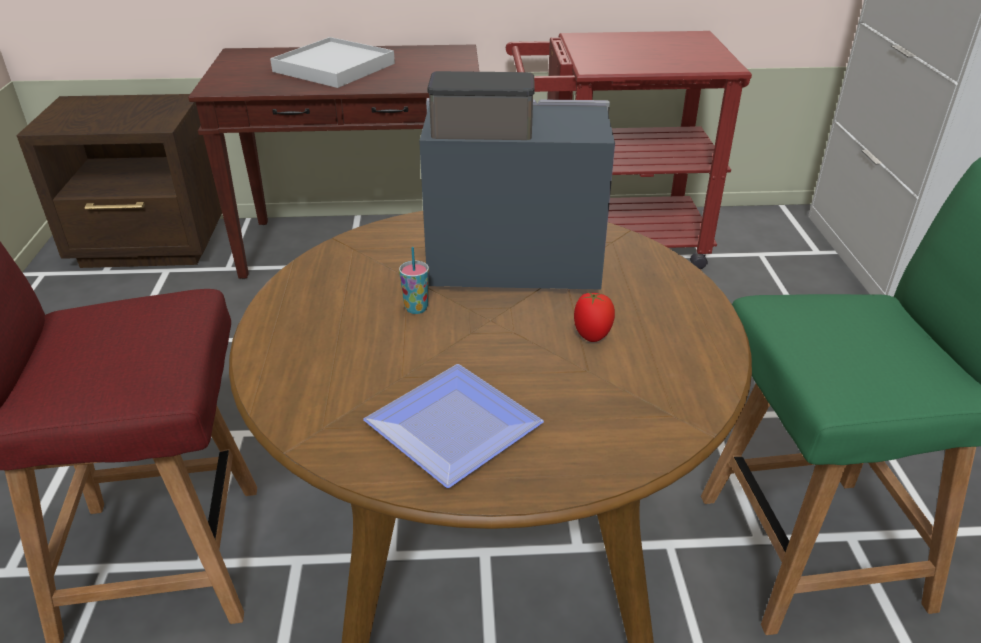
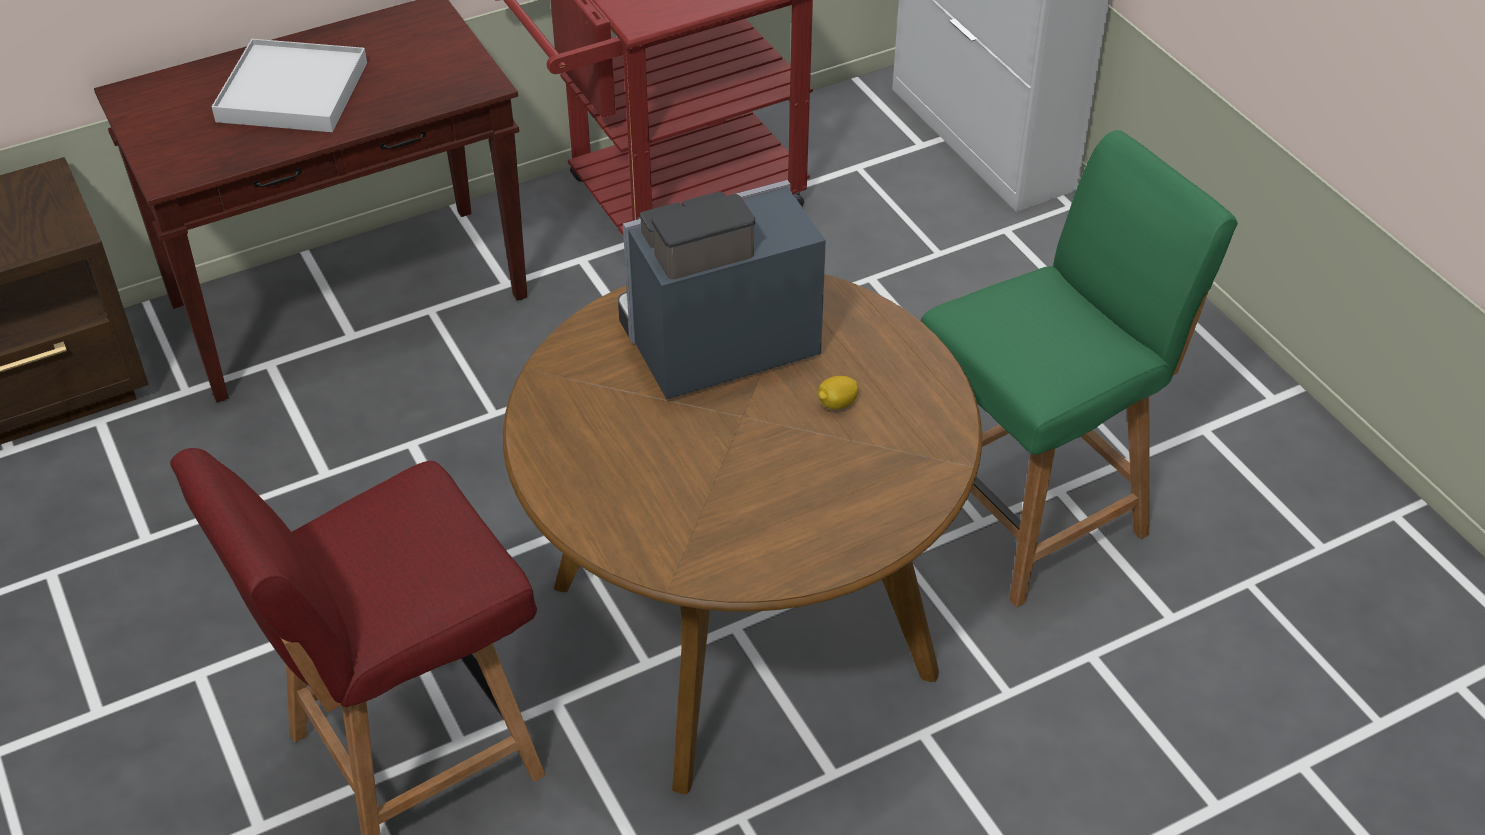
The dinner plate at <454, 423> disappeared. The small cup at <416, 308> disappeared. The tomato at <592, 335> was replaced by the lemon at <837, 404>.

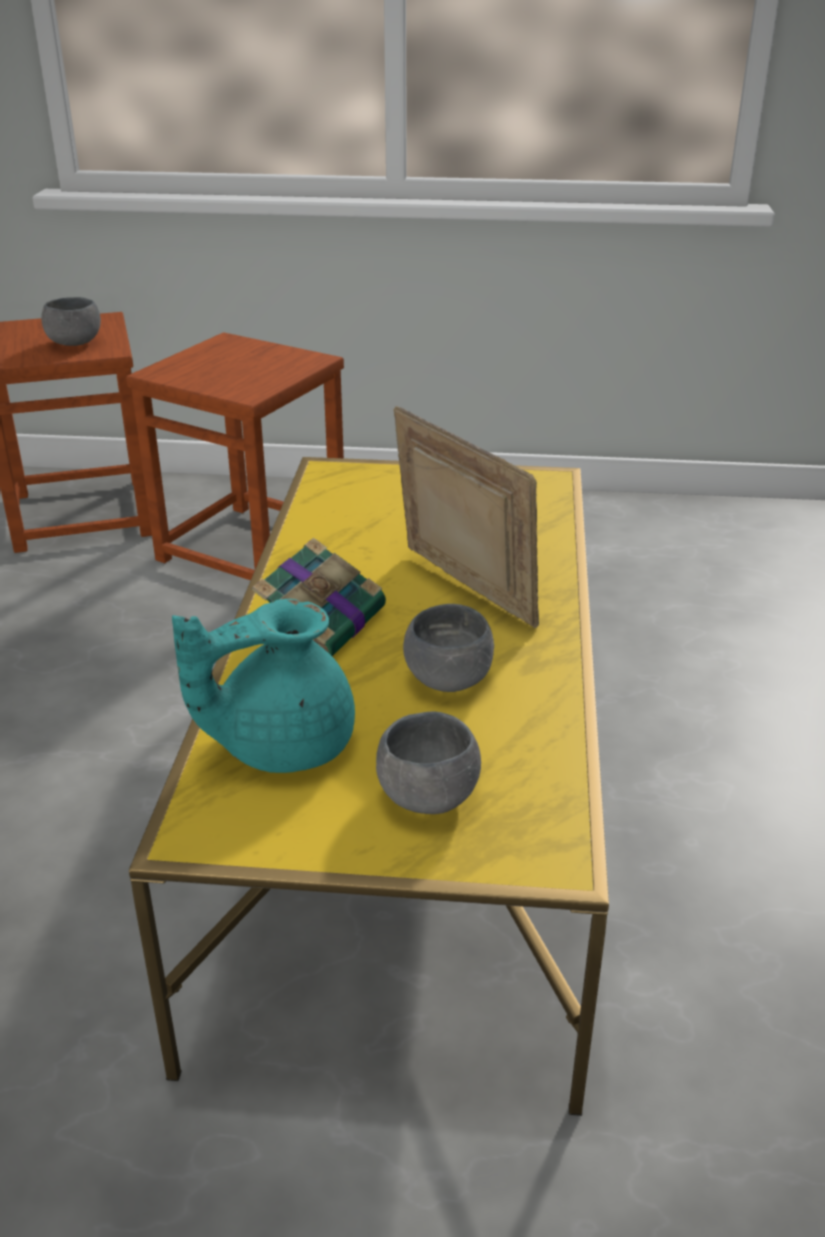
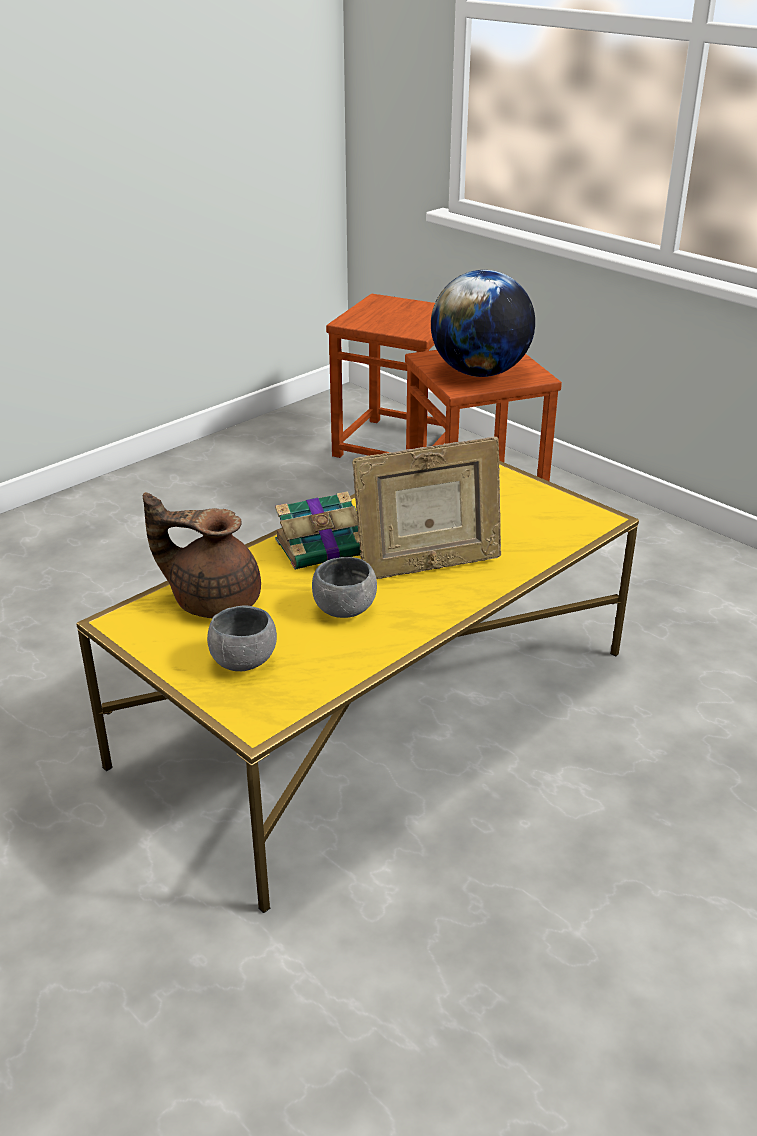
The grey bowl at <75, 343> disappeared. The desk globe at <480, 373> appeared. The turquoise teapot at <279, 744> became the brown teapot at <213, 600>. The photo frame at <463, 593> turned 75 degrees clockwise.

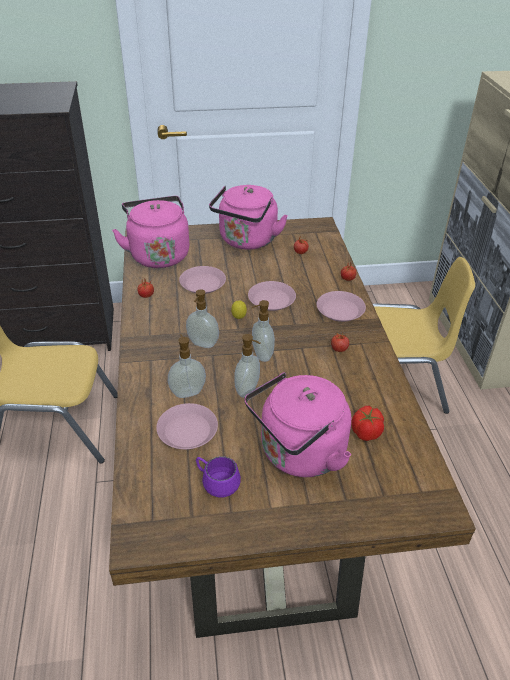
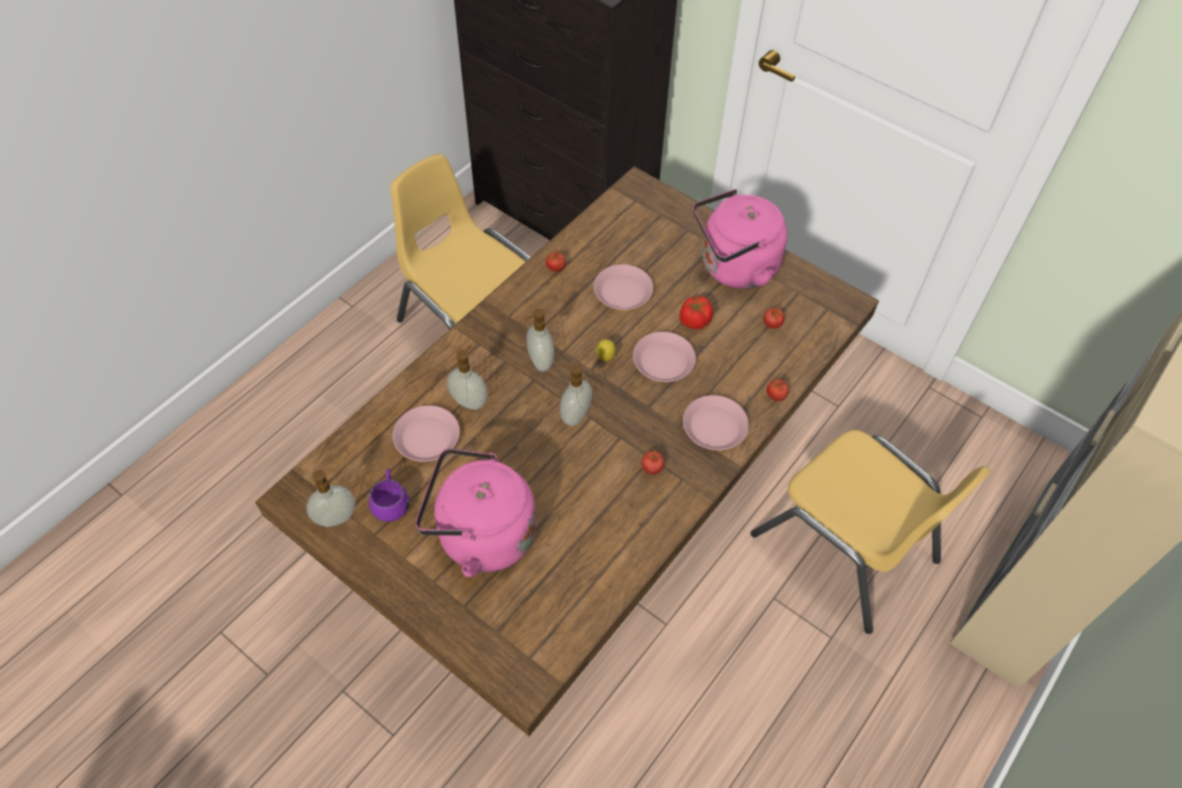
The pink-coloured tea kettle at <158, 254> disappeared. The liquid soap bottle moved from <248, 390> to <336, 519>. The tomato moved from <366, 432> to <694, 321>.

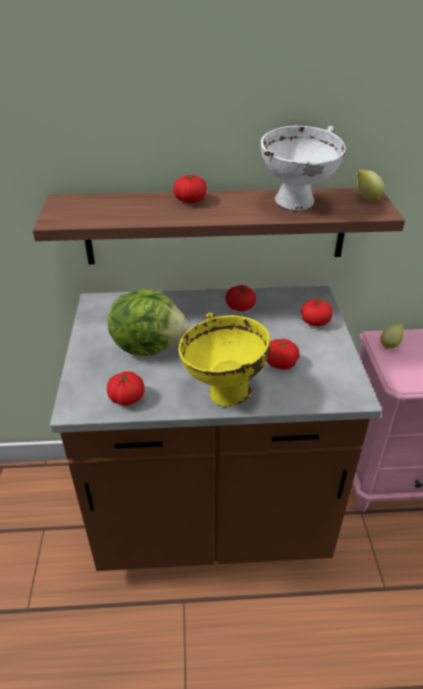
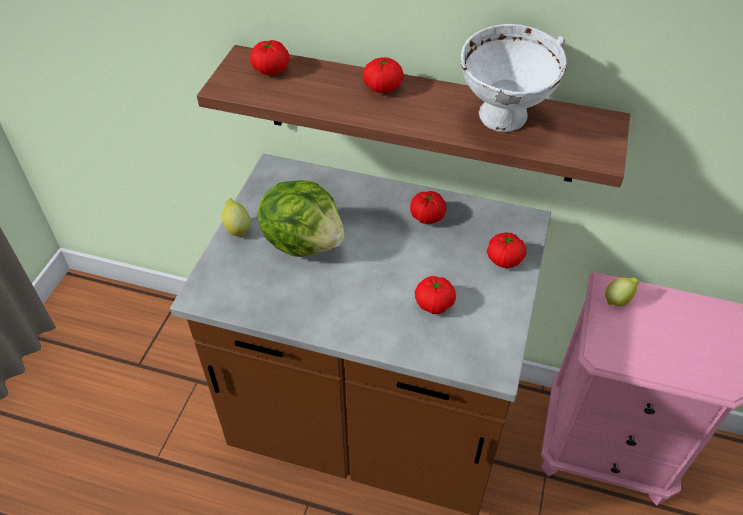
The yellow bowl at <224, 394> disappeared. The tomato moved from <127, 398> to <271, 69>. The lemon moved from <366, 198> to <237, 228>.

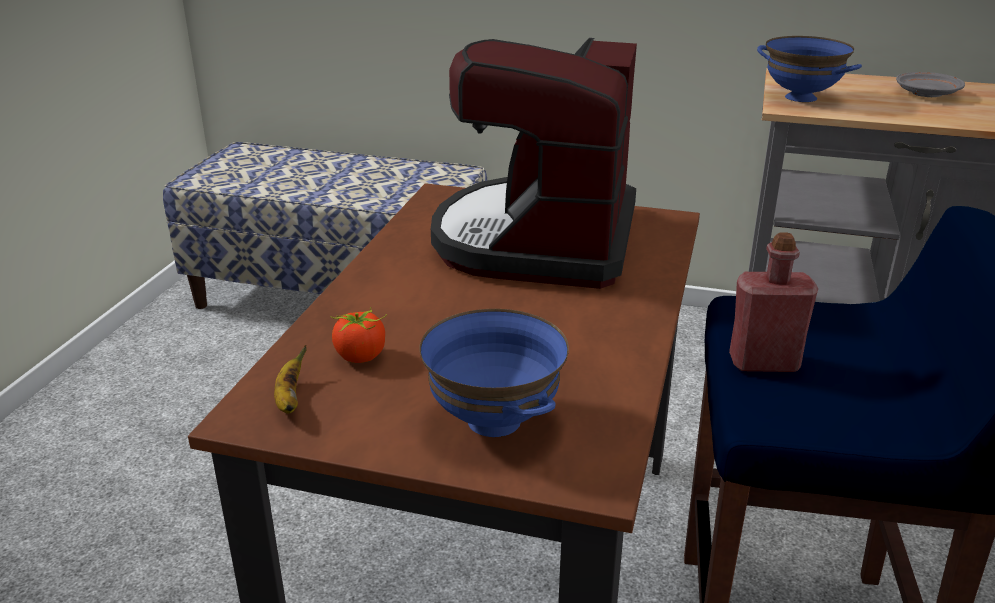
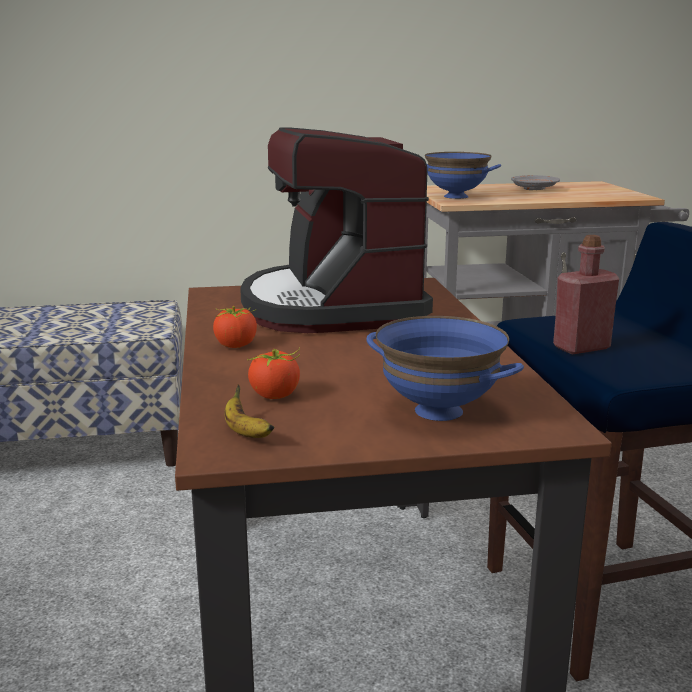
The tomato at <236, 345> appeared.

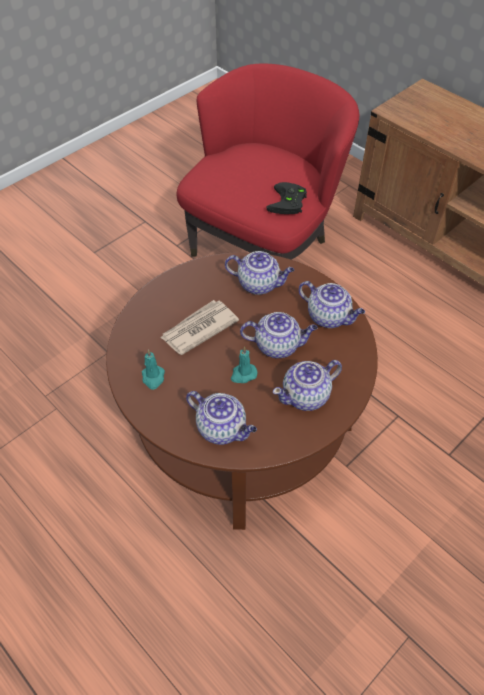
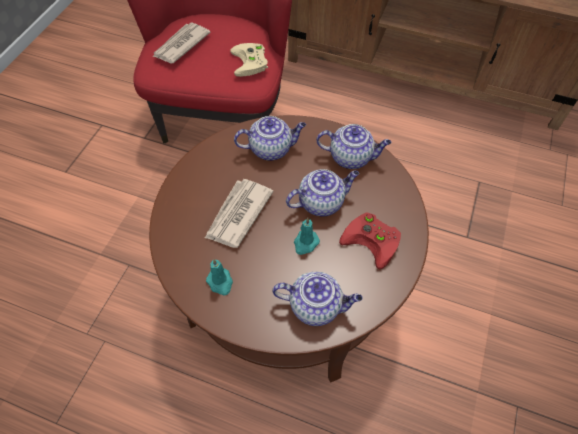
The printed paper at <180, 45> appeared. The teapot at <306, 396> was replaced by the reddish joypad at <374, 240>. The black-coloured joypad at <288, 203> became the beige-coloured joypad at <251, 62>.

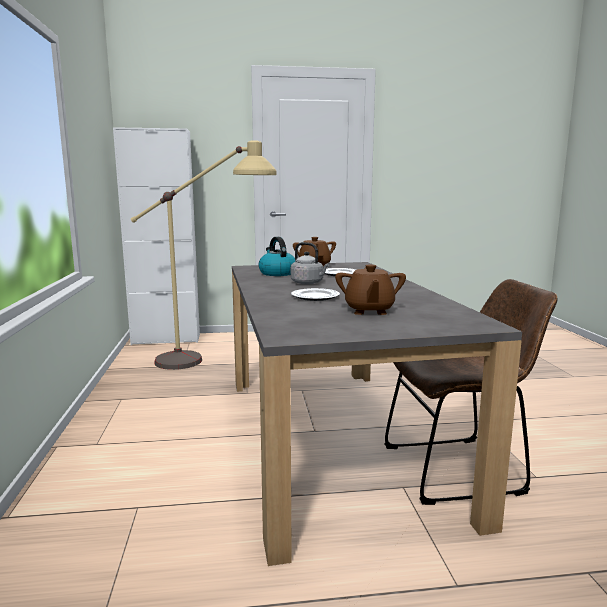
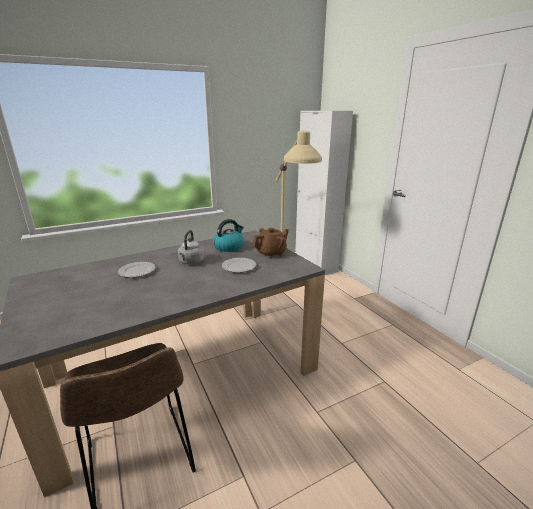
The brown teapot at <369, 311> disappeared.

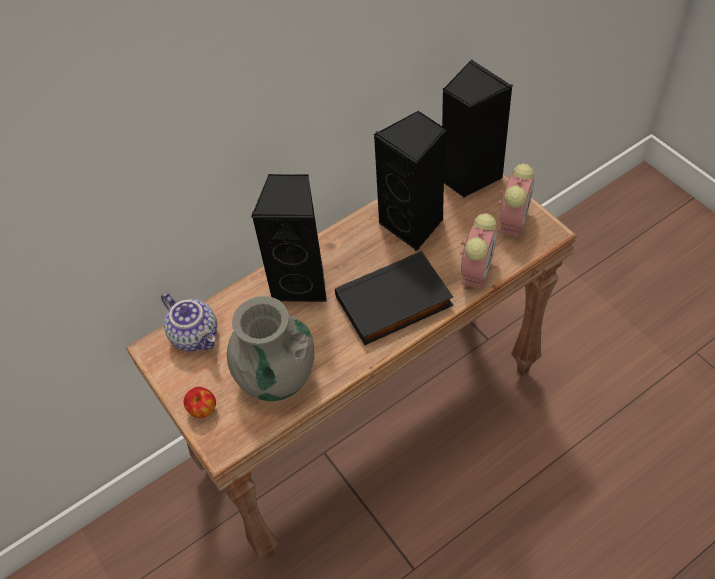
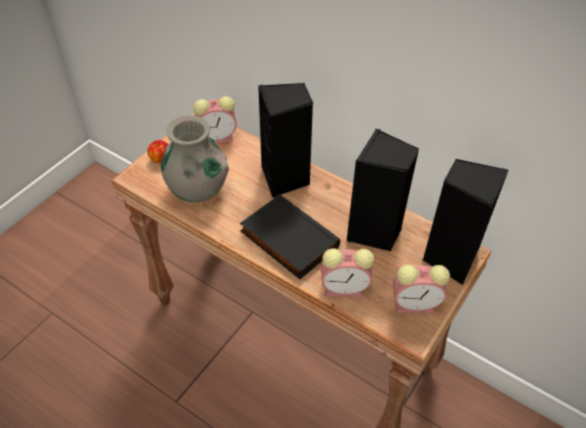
The teapot at <196, 335> was replaced by the bedside clock at <218, 137>.

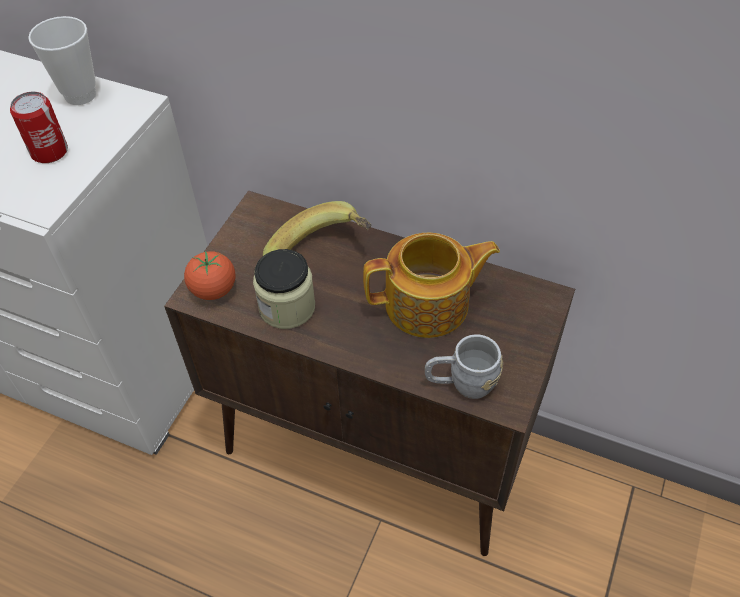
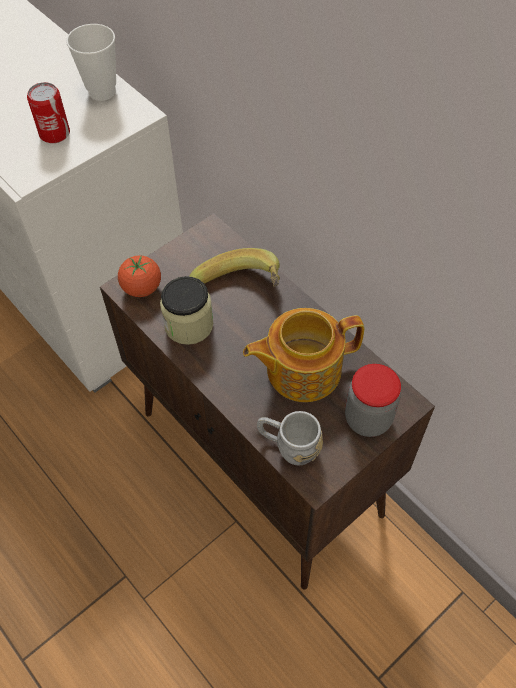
The storage jar at <368, 419> appeared. The teapot at <429, 305> turned 150 degrees clockwise.

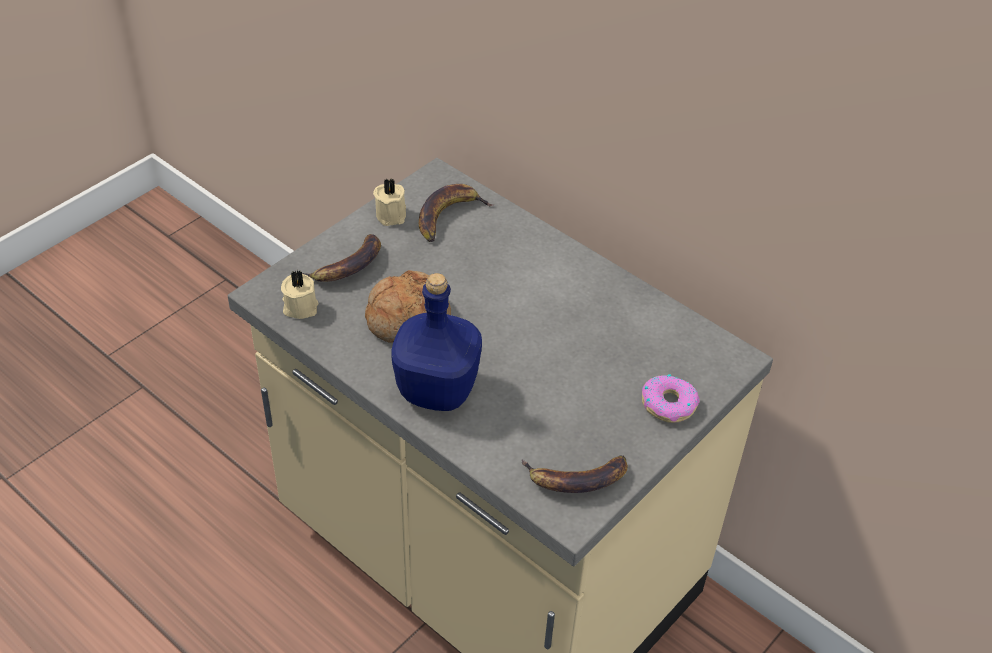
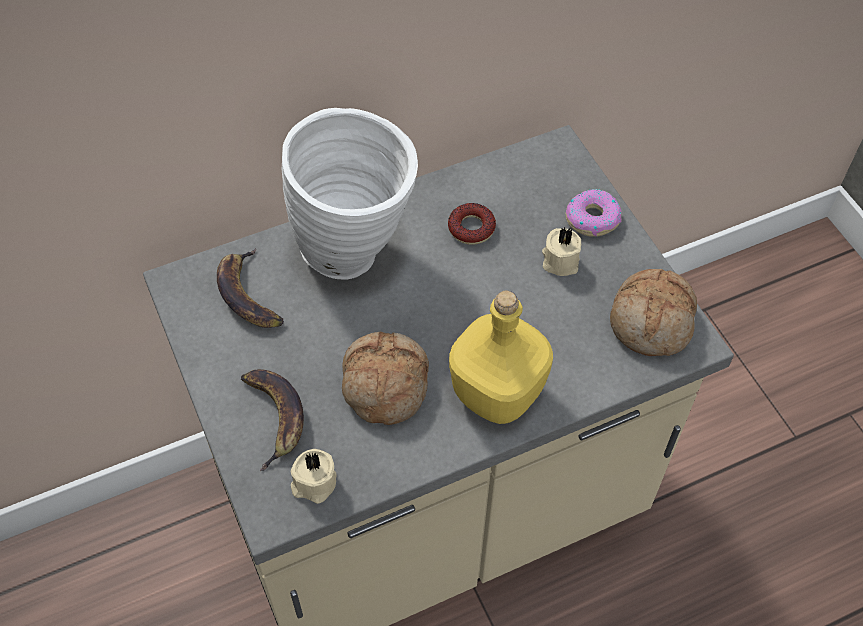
The white vase at <358, 253> appeared. The doughnut at <471, 228> appeared. The beige-coloured candle moved from <392, 214> to <559, 261>. The banana at <576, 479> was replaced by the baked bread at <652, 321>. The bluish drink bottle at <439, 390> became the yellow drink bottle at <498, 392>.

